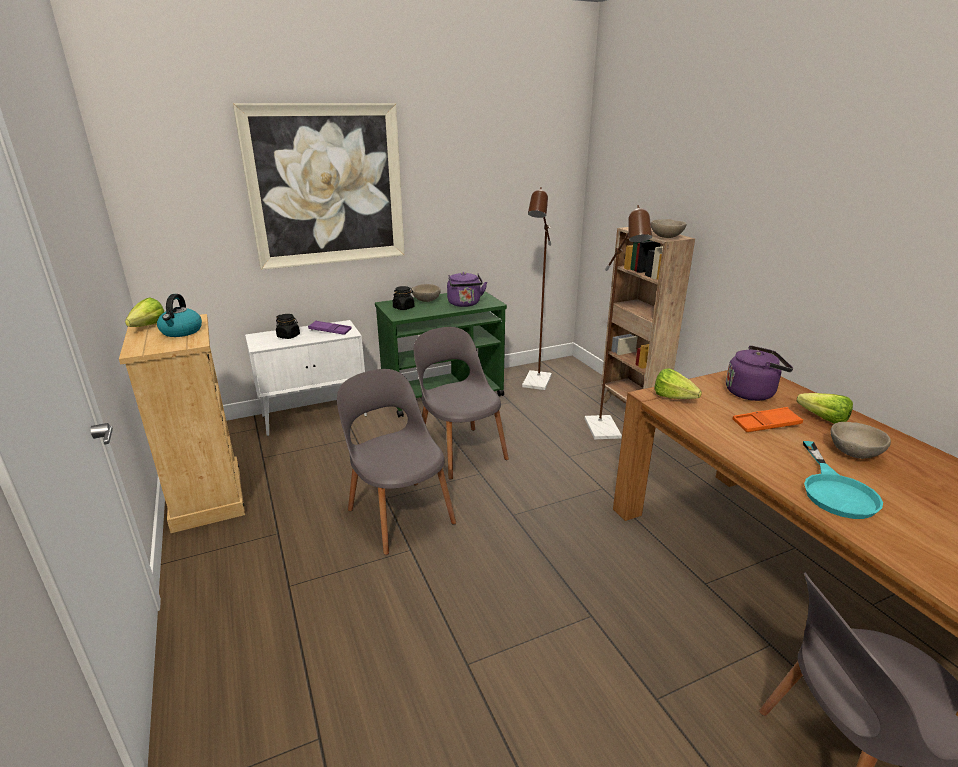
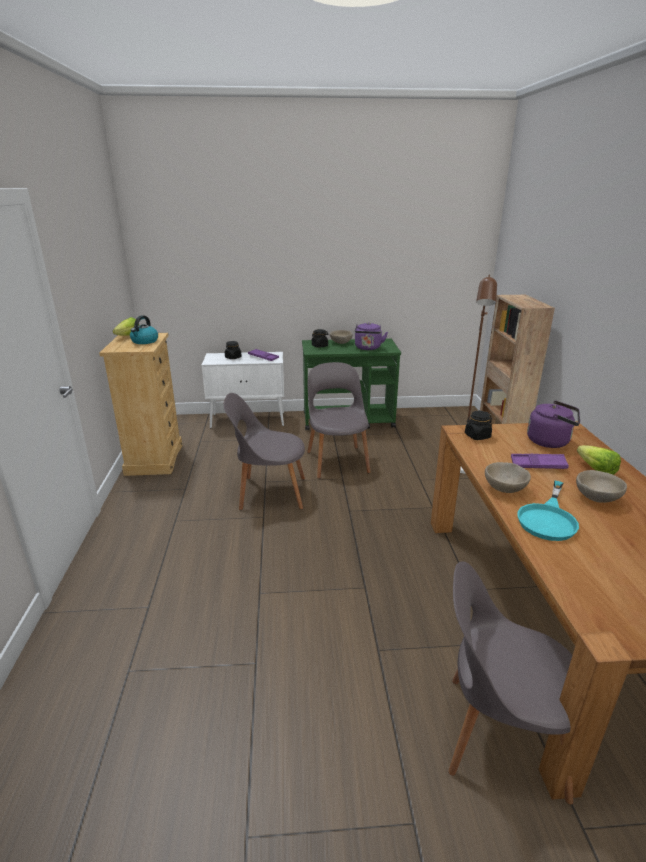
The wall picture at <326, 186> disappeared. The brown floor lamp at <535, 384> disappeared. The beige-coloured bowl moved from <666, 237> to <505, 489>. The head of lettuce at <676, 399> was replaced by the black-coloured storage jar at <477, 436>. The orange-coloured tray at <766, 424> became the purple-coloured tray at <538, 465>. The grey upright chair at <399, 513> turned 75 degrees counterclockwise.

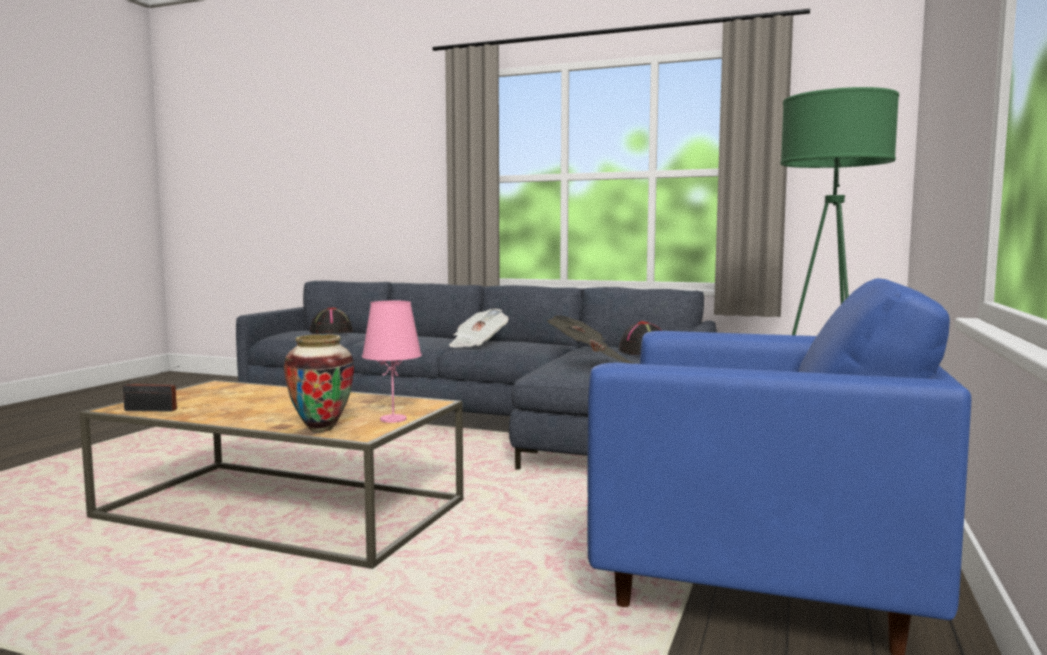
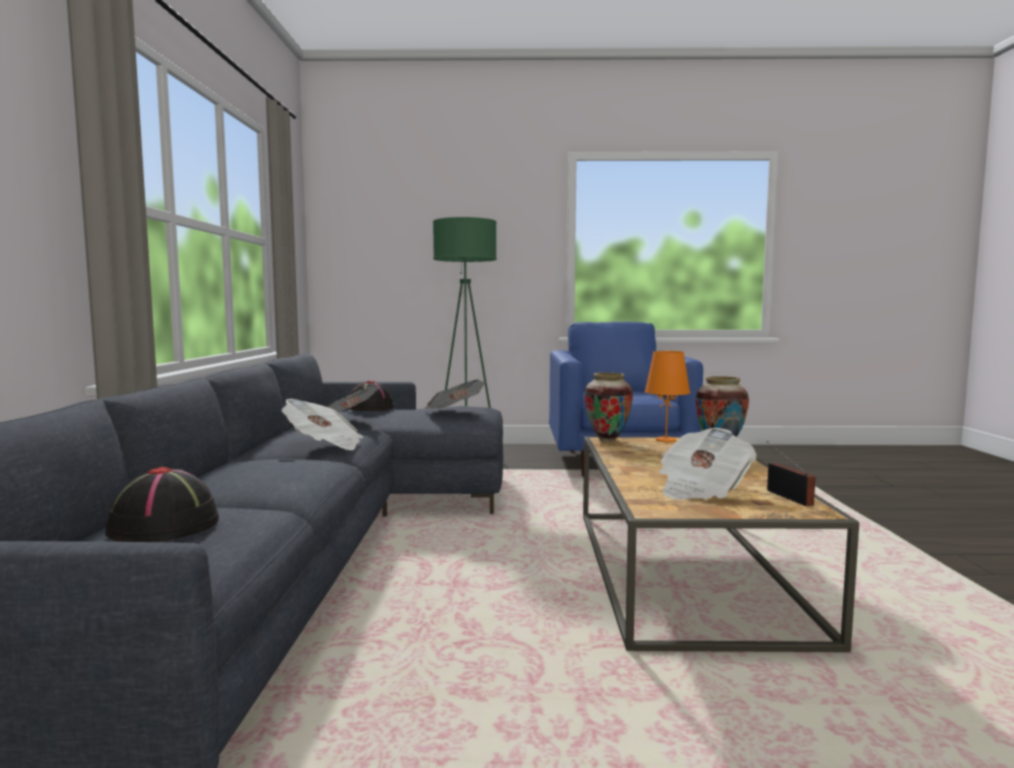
The vase at <607, 440> appeared. The printed paper at <701, 489> appeared. The pink-coloured table lamp at <393, 419> became the orange-coloured table lamp at <665, 440>.

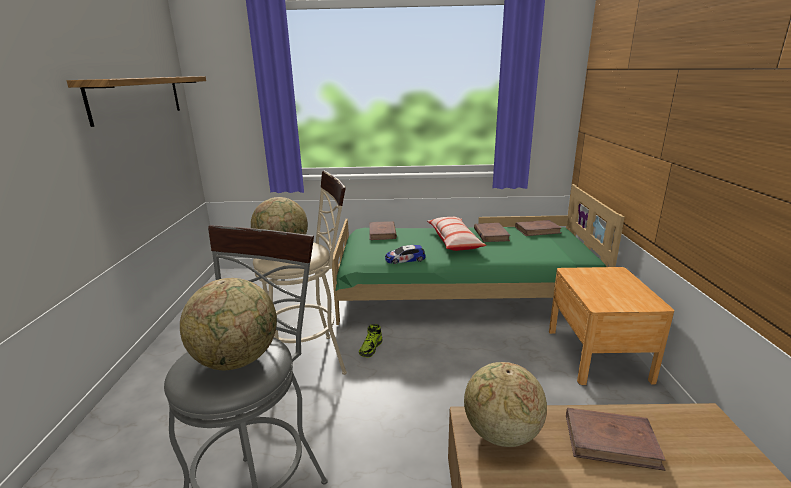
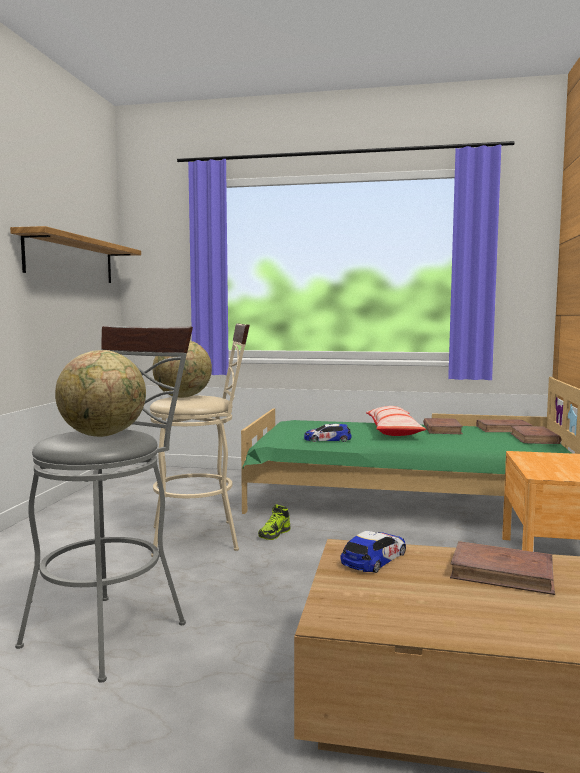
The brown book moved from <382, 233> to <534, 438>. The desk globe at <501, 433> was replaced by the miniature car at <374, 558>.

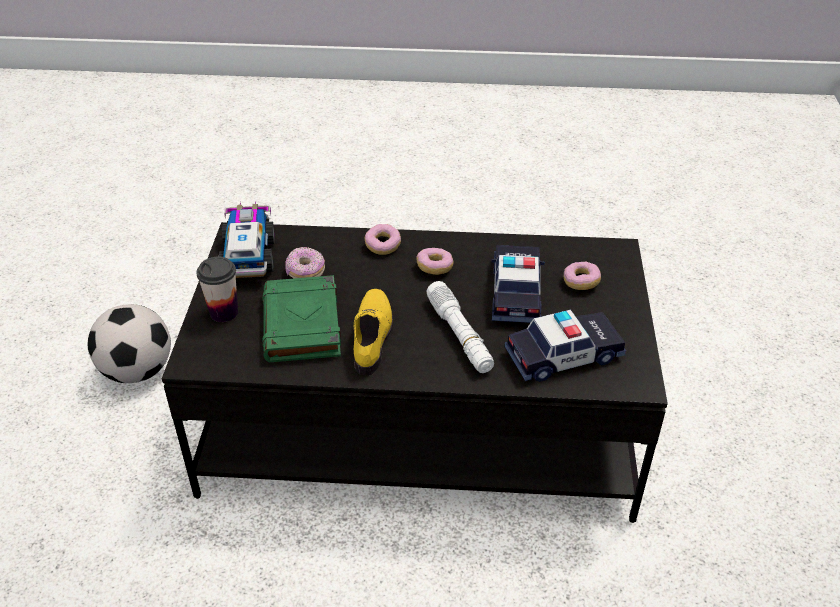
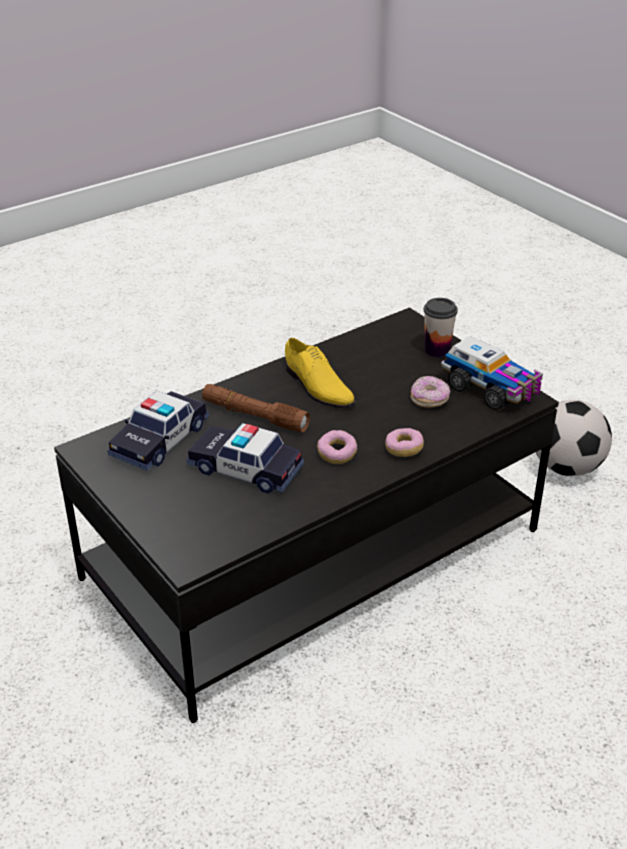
The green-coloured book at <302, 325> disappeared. The doughnut at <581, 282> disappeared. The white hand torch at <459, 335> became the brown hand torch at <254, 416>. The miniature car at <516, 292> turned 150 degrees clockwise.

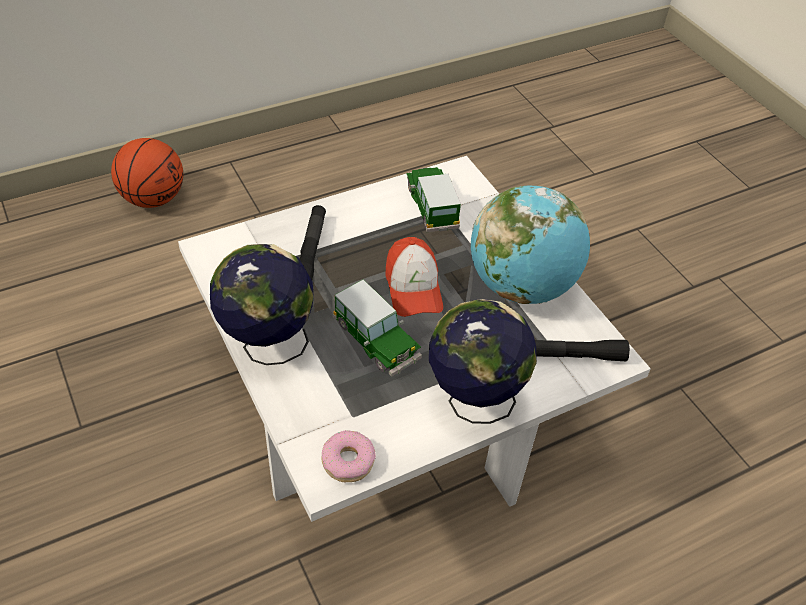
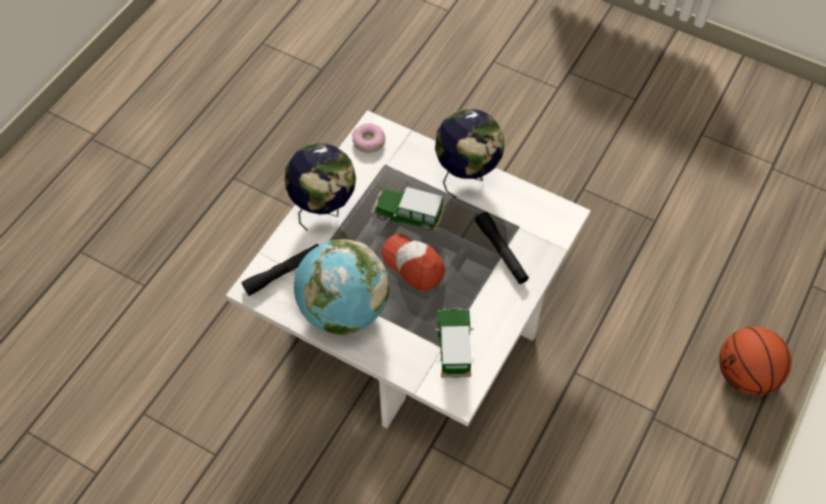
The miniature car at <432, 206> turned 135 degrees counterclockwise.

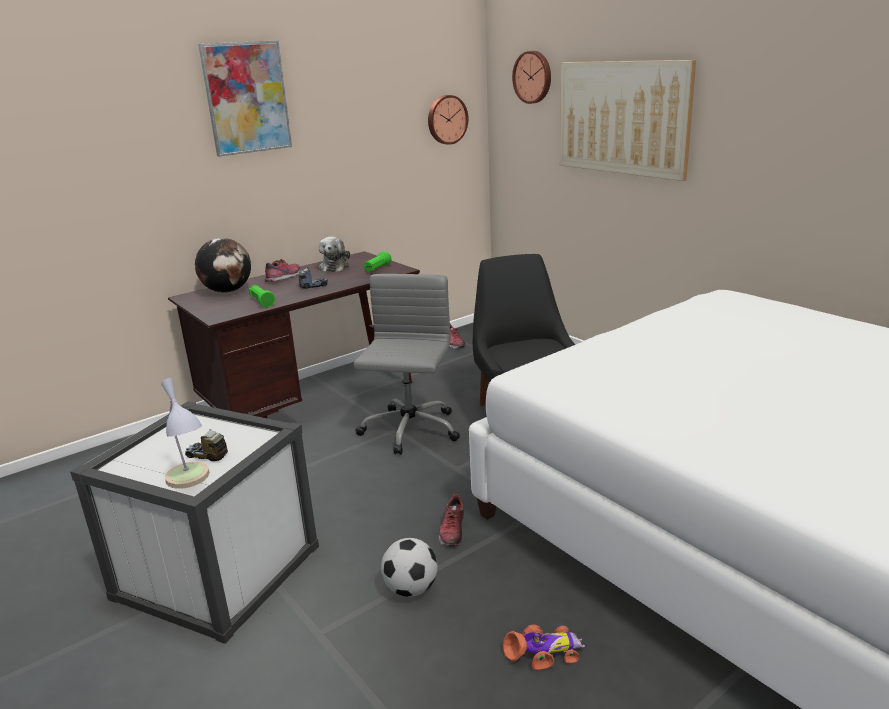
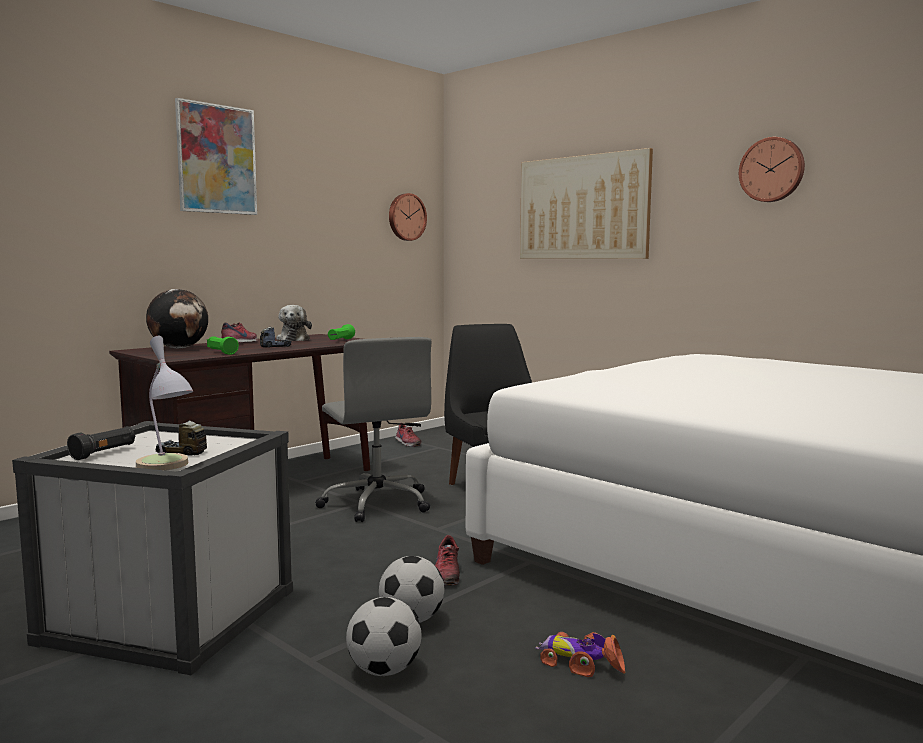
The black-coloured hand torch at <104, 453> appeared. The football at <384, 670> appeared. The clock on the wall moved from <533, 77> to <772, 170>. The grey desk chair at <409, 431> turned 150 degrees clockwise. The miniature car at <544, 653> turned 135 degrees counterclockwise.

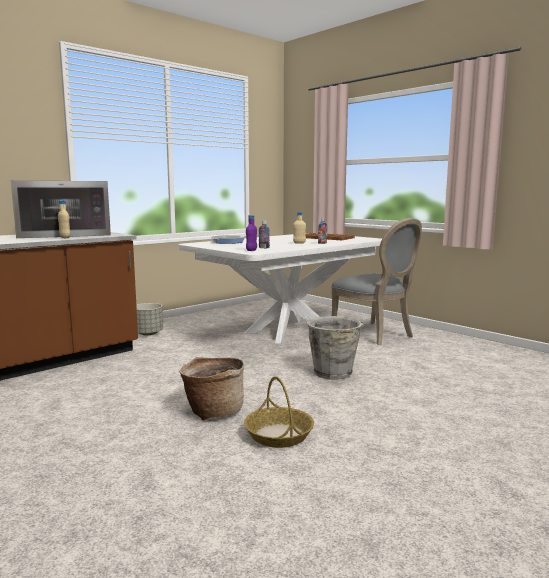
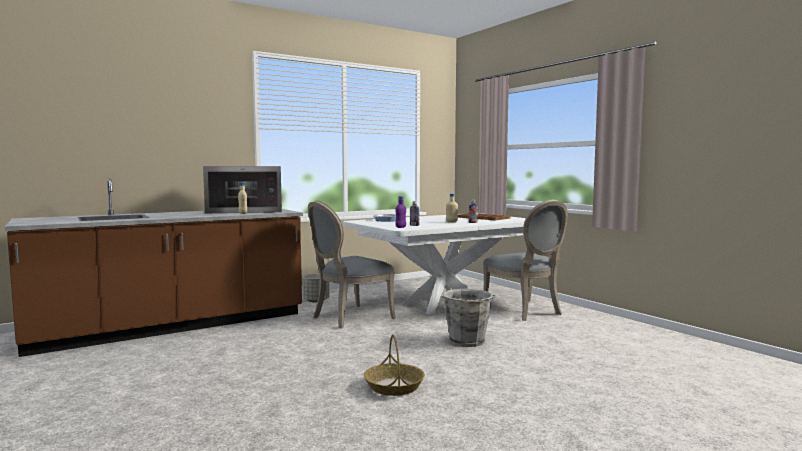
The household basket at <213, 411> disappeared. The grey upright chair at <349, 317> appeared.

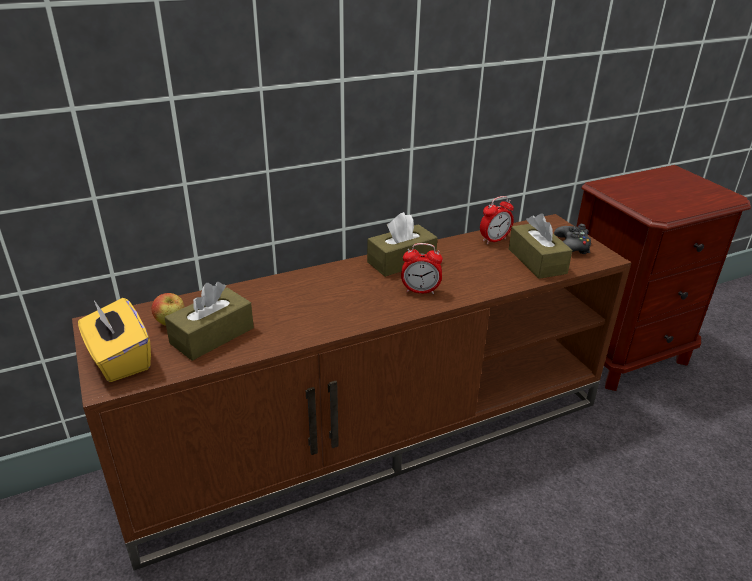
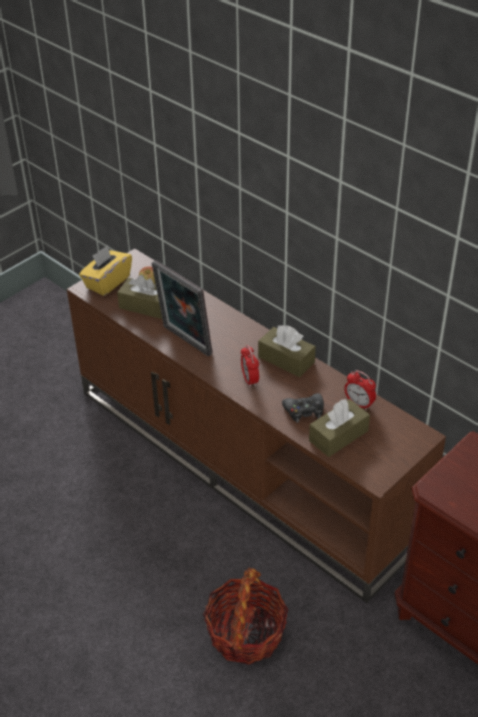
The photo frame at <184, 342> appeared. The household basket at <246, 633> appeared. The black-coloured joypad moved from <571, 246> to <304, 411>.

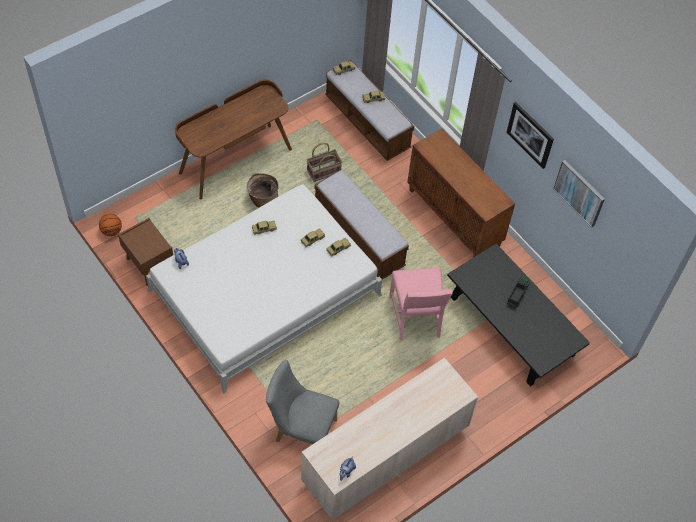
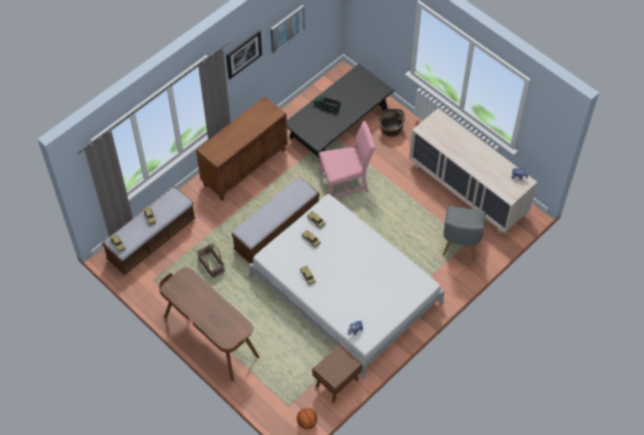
The household basket moved from <262, 199> to <390, 131>.

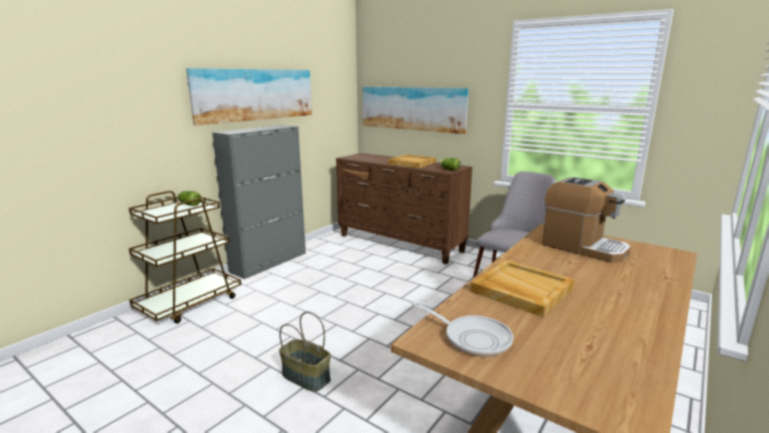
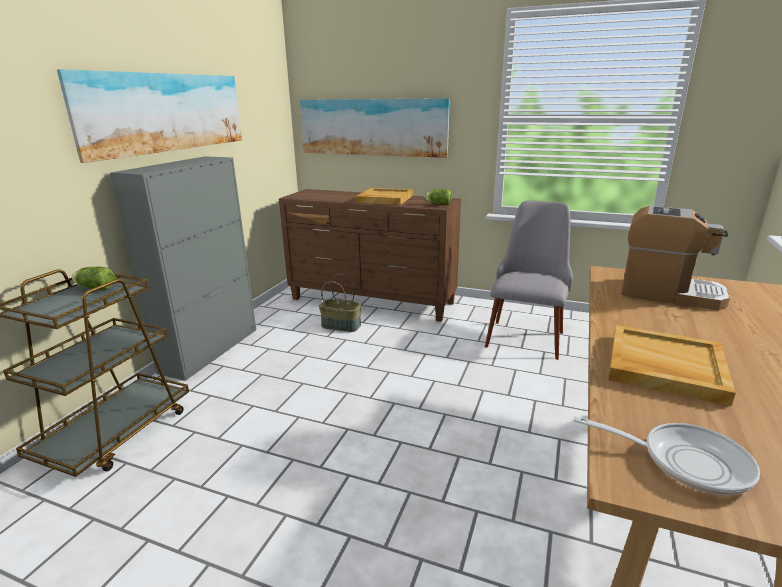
The household basket moved from <307, 377> to <341, 325>.

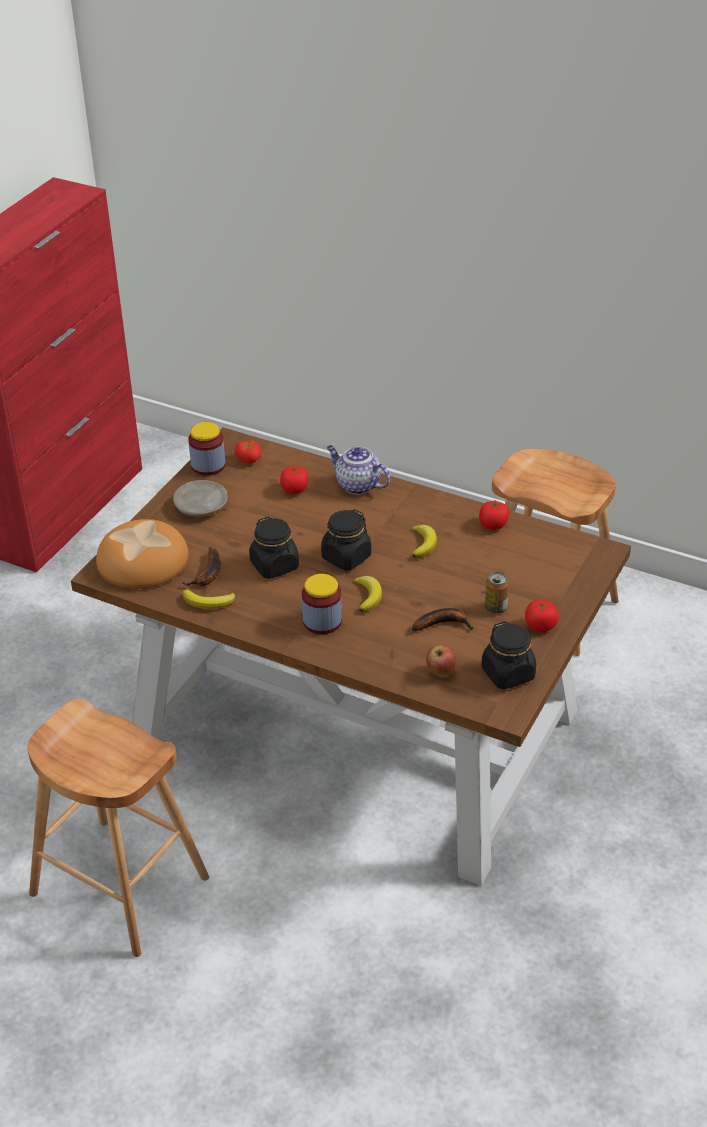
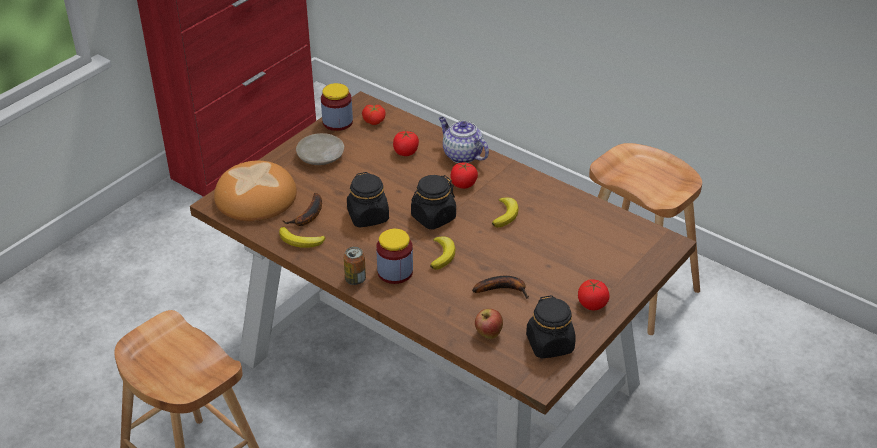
The tomato moved from <493, 525> to <463, 184>. The can moved from <495, 607> to <355, 279>.

